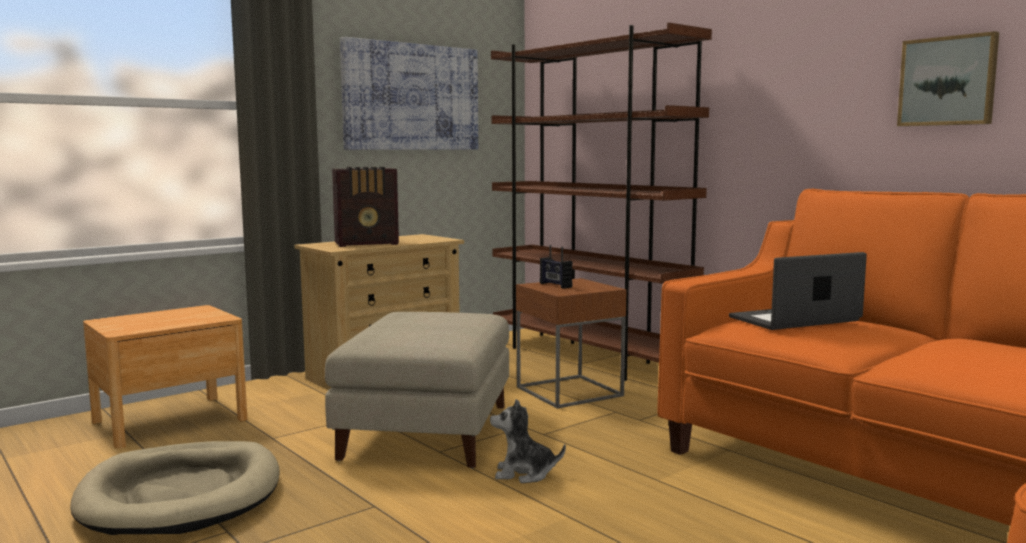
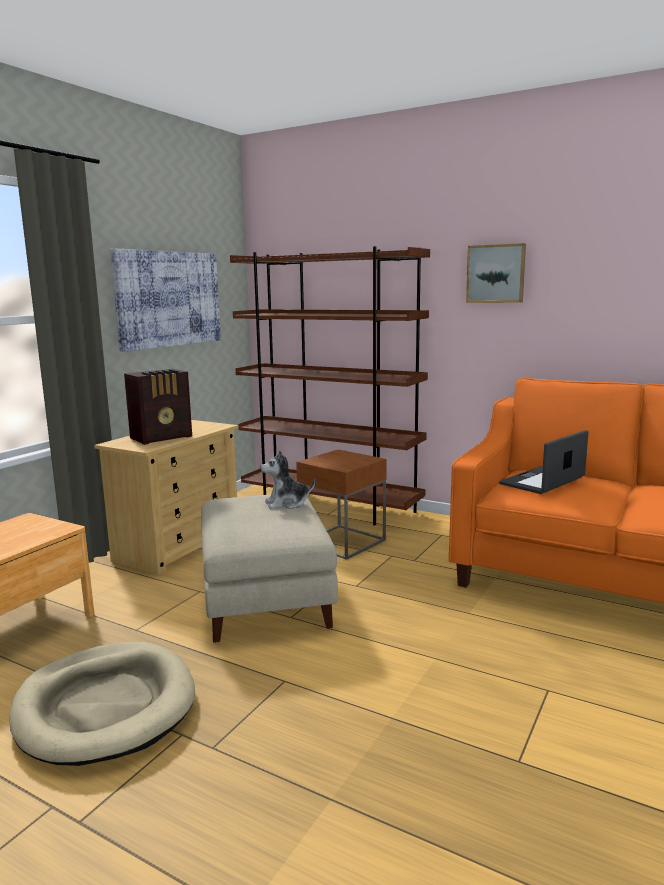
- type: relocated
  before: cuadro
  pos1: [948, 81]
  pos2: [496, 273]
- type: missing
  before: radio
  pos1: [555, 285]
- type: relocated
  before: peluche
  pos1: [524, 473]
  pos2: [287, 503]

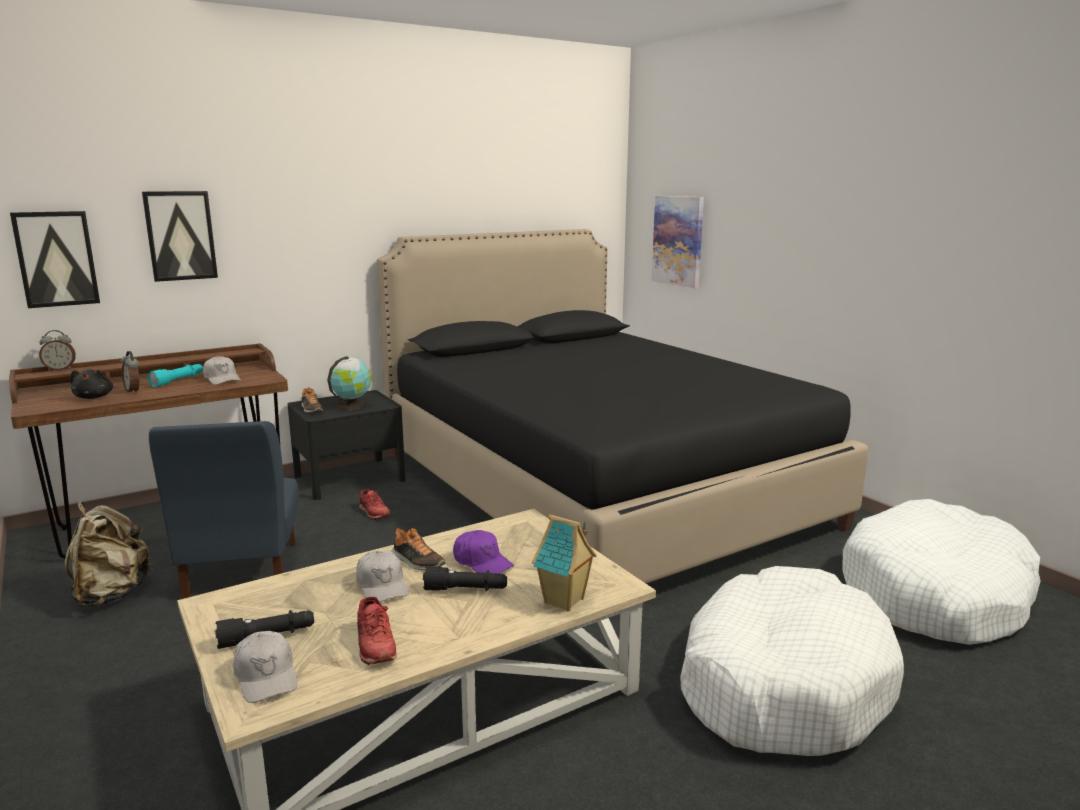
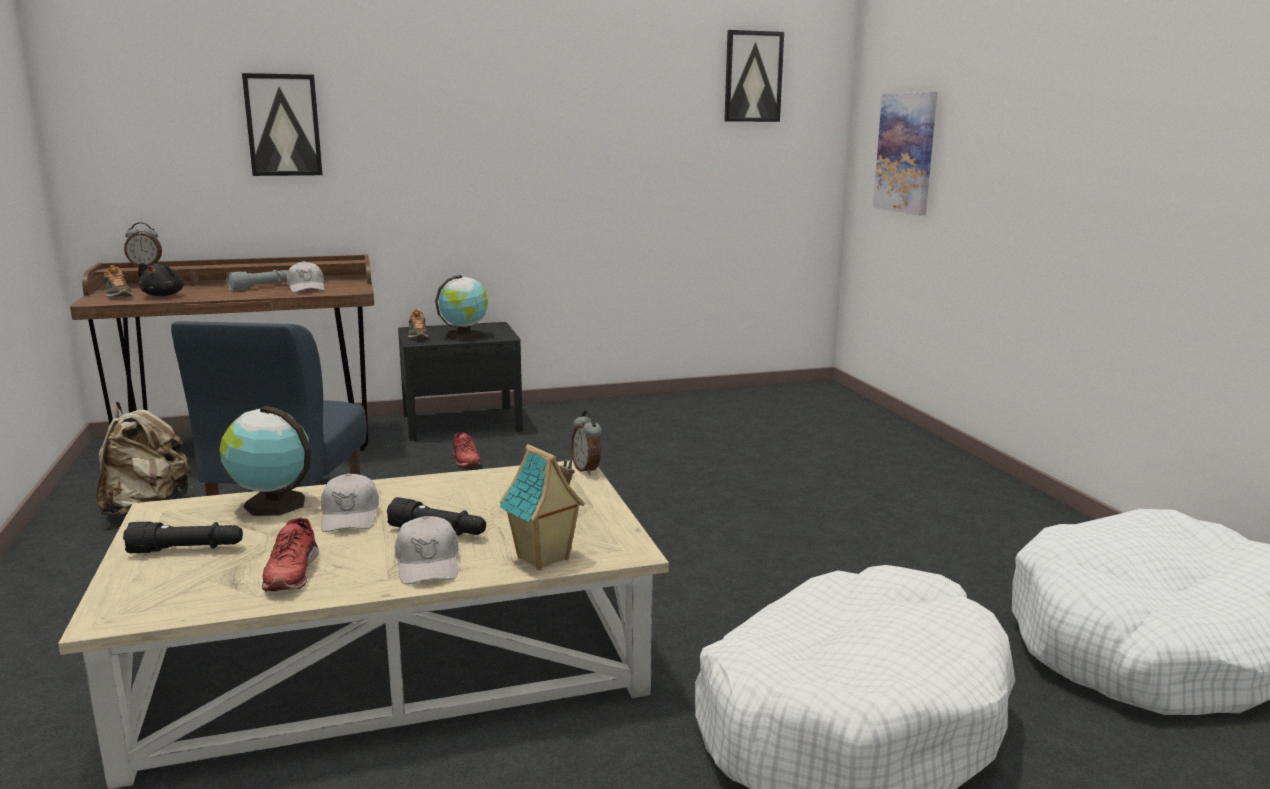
- type: relocated
  before: cuadro
  pos1: [56, 259]
  pos2: [753, 77]
- type: missing
  before: cama [negro]
  pos1: [595, 489]
- type: relocated
  before: despertador
  pos1: [134, 391]
  pos2: [587, 469]
- type: colour
  before: linterna [turquesa]
  after: linterna [gris]
  pos1: [178, 381]
  pos2: [261, 287]
- type: relocated
  before: zapato
  pos1: [417, 562]
  pos2: [117, 295]
- type: missing
  before: gorra [morado]
  pos1: [482, 563]
- type: relocated
  before: gorra [blanco]
  pos1: [266, 676]
  pos2: [428, 564]
- type: appeared
  after: globo terráqueo
  pos2: [271, 504]

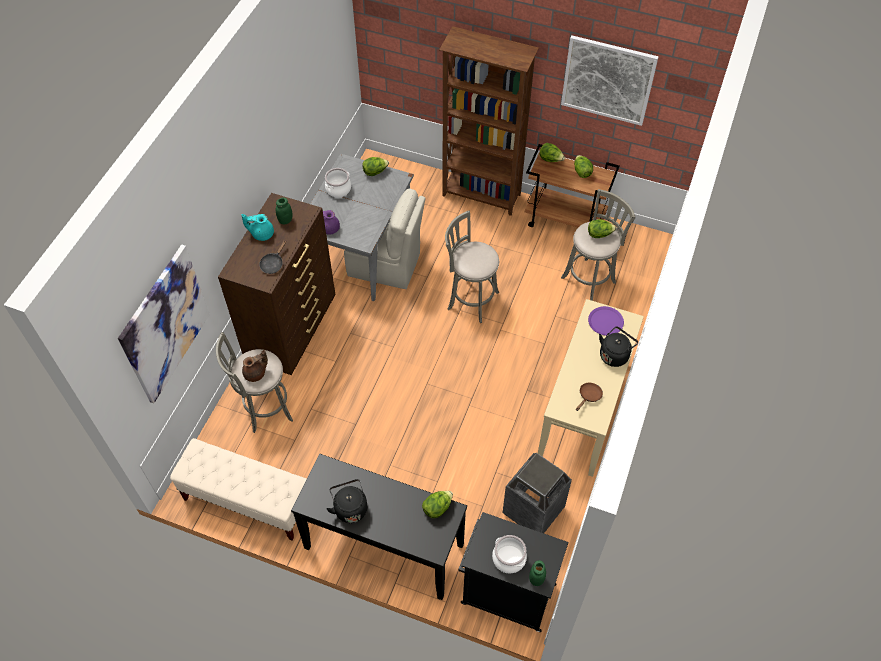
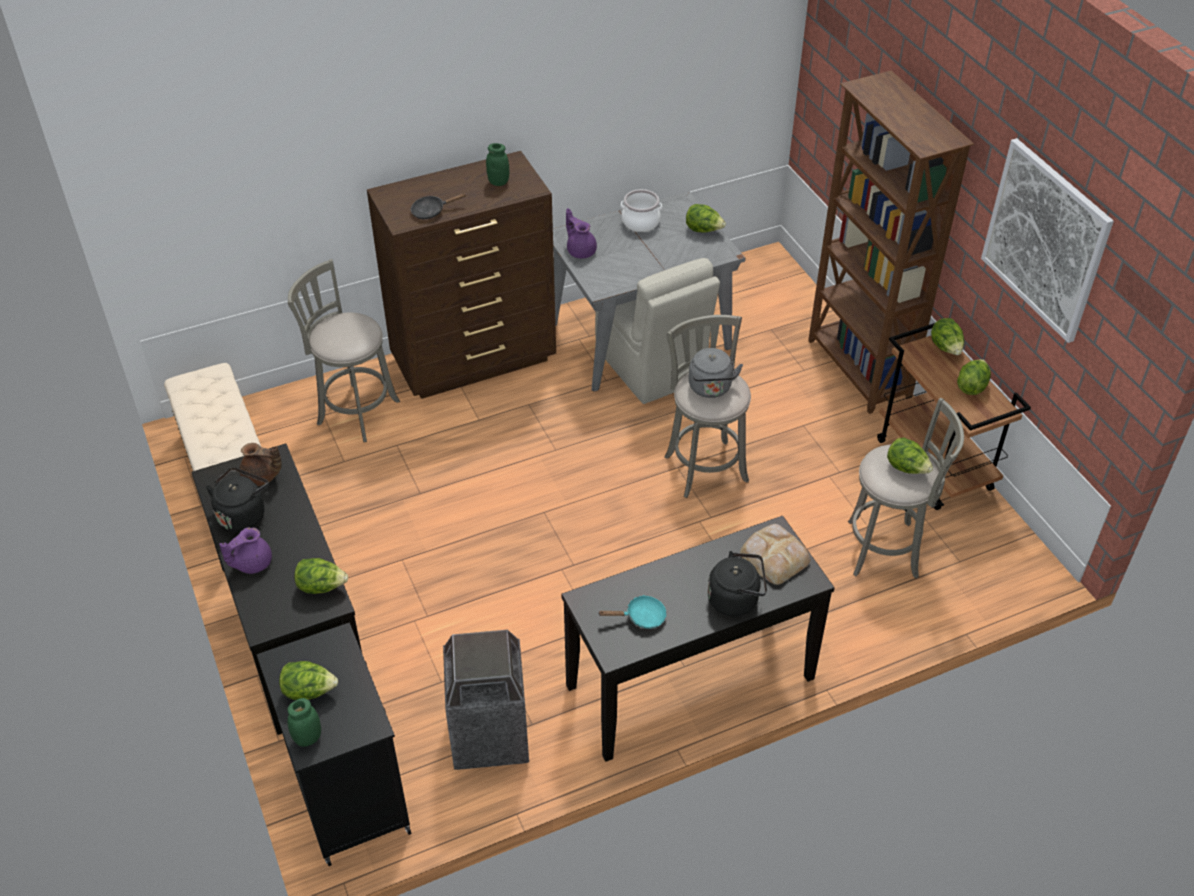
- type: missing
  before: tetera [turquesa]
  pos1: [261, 233]
- type: missing
  before: cuadro
  pos1: [165, 324]
- type: colour
  before: mesa consola [beis]
  after: mesa consola [negro]
  pos1: [584, 410]
  pos2: [690, 683]
- type: exchanged
  before: plato [morado]
  after: pan
  pos1: [605, 321]
  pos2: [774, 556]
- type: relocated
  before: tetera [marrón]
  pos1: [256, 373]
  pos2: [261, 477]
- type: colour
  before: sartén [marrón]
  after: sartén [turquesa]
  pos1: [589, 396]
  pos2: [641, 617]
- type: exchanged
  before: olla
  after: lechuga
  pos1: [508, 559]
  pos2: [309, 691]
- type: appeared
  after: hervidor [gris]
  pos2: [711, 389]
- type: appeared
  after: tetera [morado]
  pos2: [251, 563]

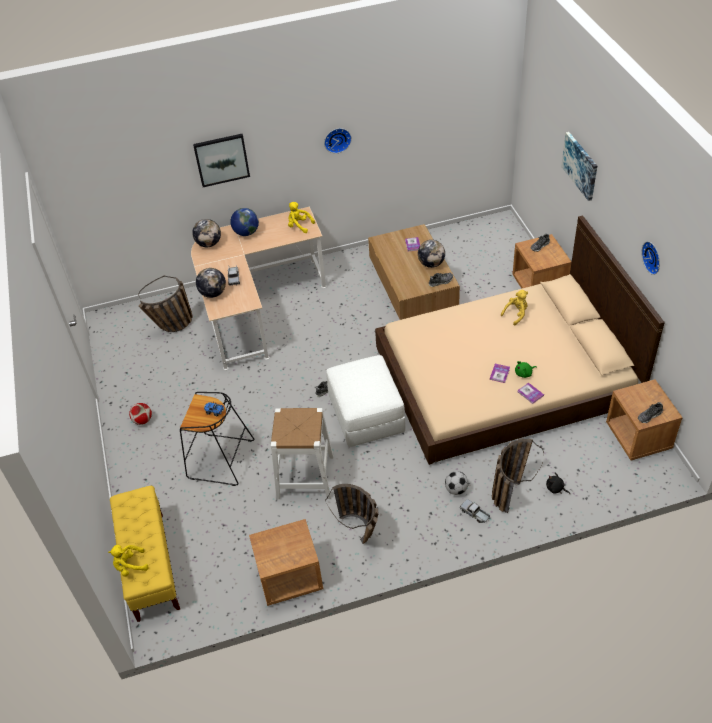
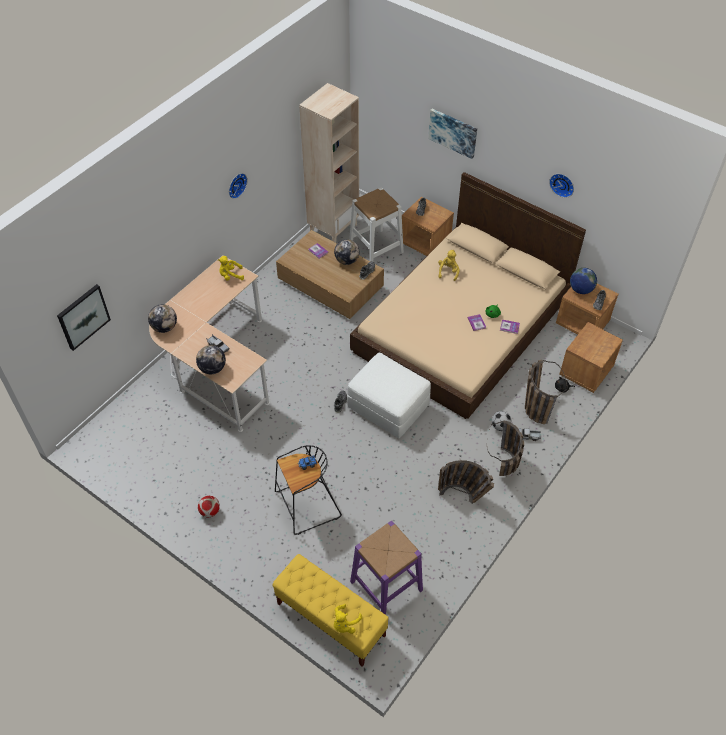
- type: relocated
  before: cuadro
  pos1: [221, 159]
  pos2: [83, 316]
- type: relocated
  before: globo terráqueo
  pos1: [246, 232]
  pos2: [580, 289]
- type: relocated
  before: cesta
  pos1: [172, 327]
  pos2: [505, 468]
- type: relocated
  before: taburete [blanco]
  pos1: [305, 477]
  pos2: [376, 248]
- type: relocated
  before: mesita de noche [marrón]
  pos1: [289, 578]
  pos2: [586, 372]
- type: appeared
  after: estantería [beis]
  pos2: [333, 228]
- type: appeared
  after: taburete [morado]
  pos2: [386, 585]

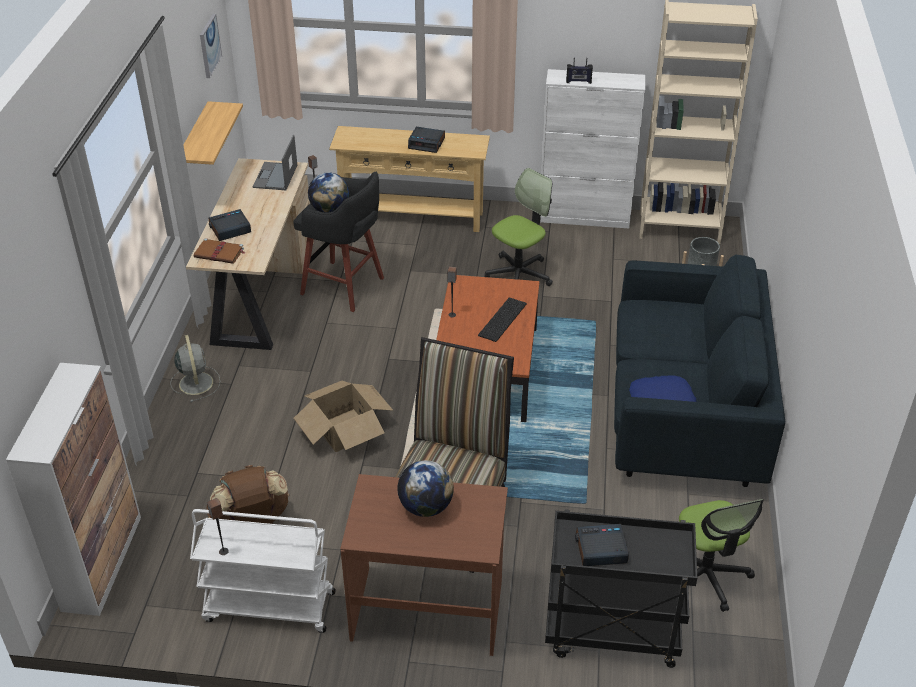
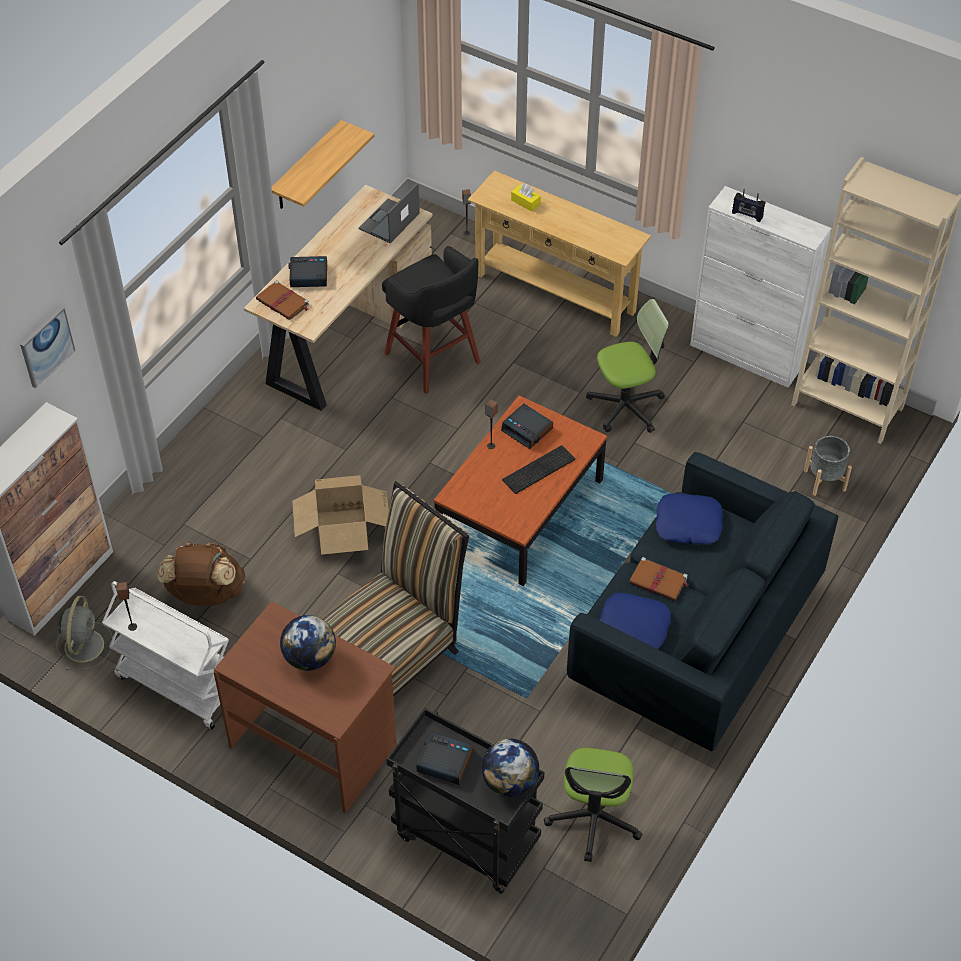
- type: relocated
  before: cuadro
  pos1: [209, 45]
  pos2: [46, 346]
- type: relocated
  before: despertador
  pos1: [427, 143]
  pos2: [527, 430]
- type: relocated
  before: globo terráqueo
  pos1: [330, 210]
  pos2: [510, 782]
- type: relocated
  before: ventilador [gris]
  pos1: [196, 382]
  pos2: [84, 644]
- type: appeared
  after: caja de pañuelos [amarillo]
  pos2: [525, 202]
- type: appeared
  after: cojín [azul]
  pos2: [688, 524]
- type: appeared
  after: libro [marrón]
  pos2: [659, 581]

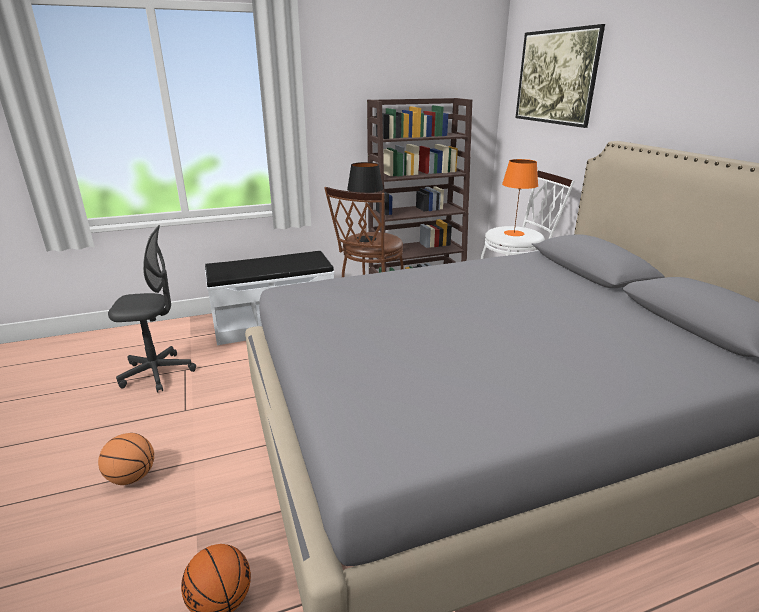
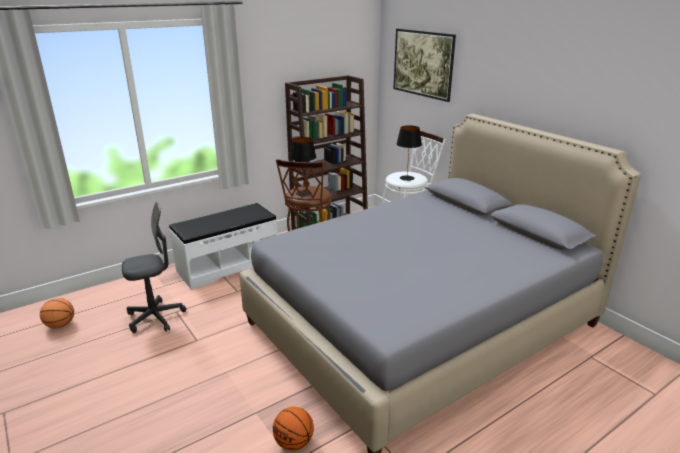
- type: colour
  before: lámpara de mesa [naranja]
  after: lámpara de mesa [negro]
  pos1: [514, 233]
  pos2: [407, 178]
- type: relocated
  before: balón de baloncesto
  pos1: [132, 477]
  pos2: [60, 325]

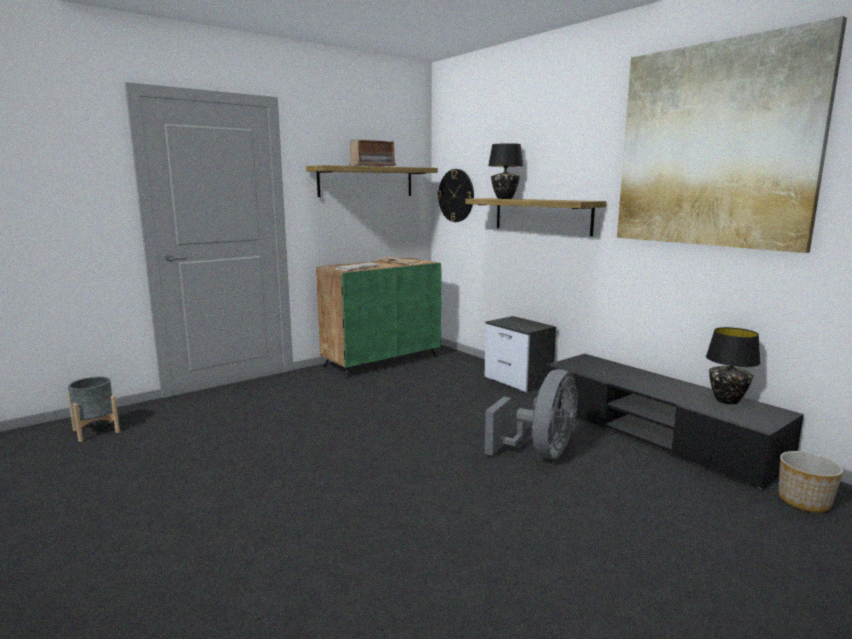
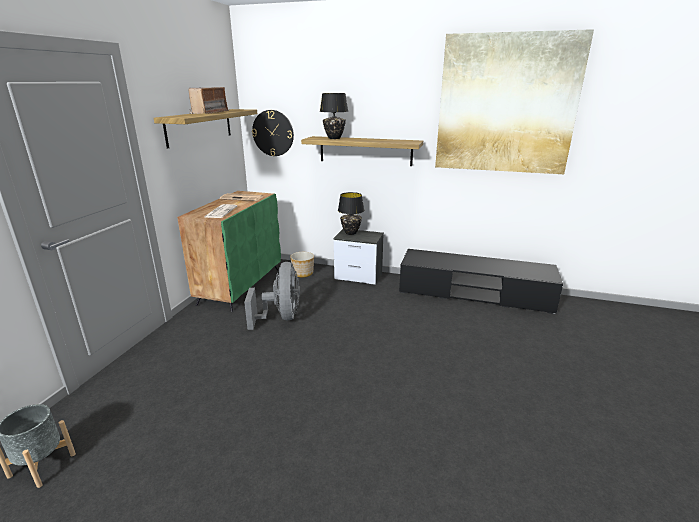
- type: relocated
  before: lámpara de mesa [negro]
  pos1: [726, 400]
  pos2: [350, 233]
- type: relocated
  before: ventilador [gris]
  pos1: [540, 453]
  pos2: [281, 317]
- type: relocated
  before: maceta
  pos1: [804, 501]
  pos2: [303, 273]

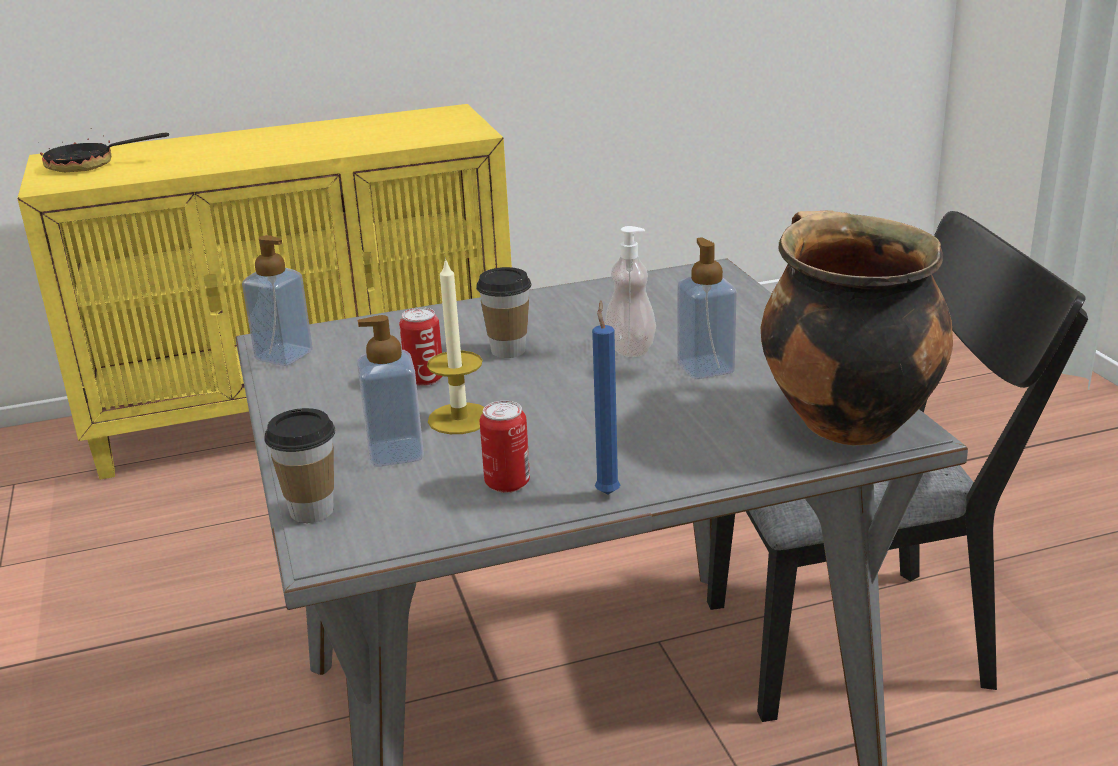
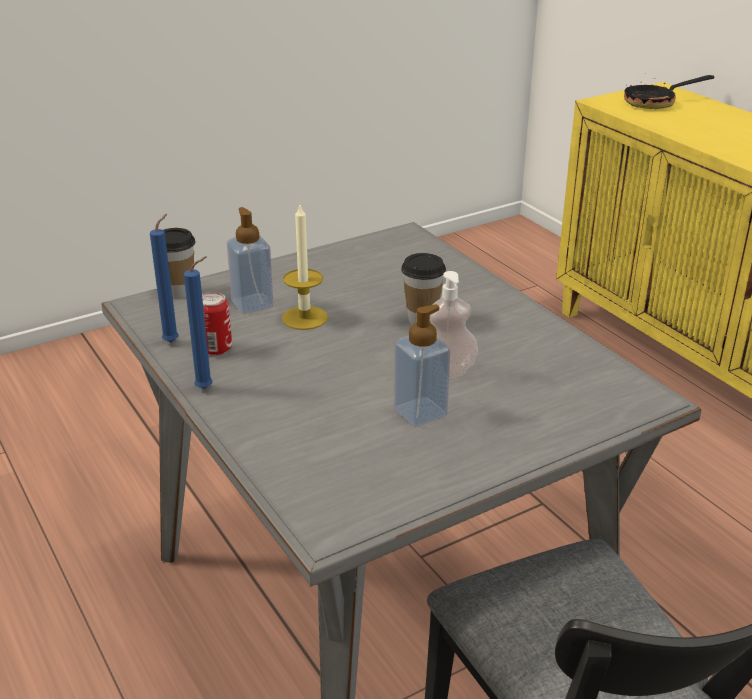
- type: spun
  before: sartén
  pos1: [91, 165]
  pos2: [656, 102]
  turn: -90
- type: missing
  before: olla
  pos1: [844, 421]
- type: missing
  before: dispensador de jabón
  pos1: [284, 356]
- type: missing
  before: lata
  pos1: [424, 379]
- type: appeared
  after: vela [azul]
  pos2: [173, 341]

